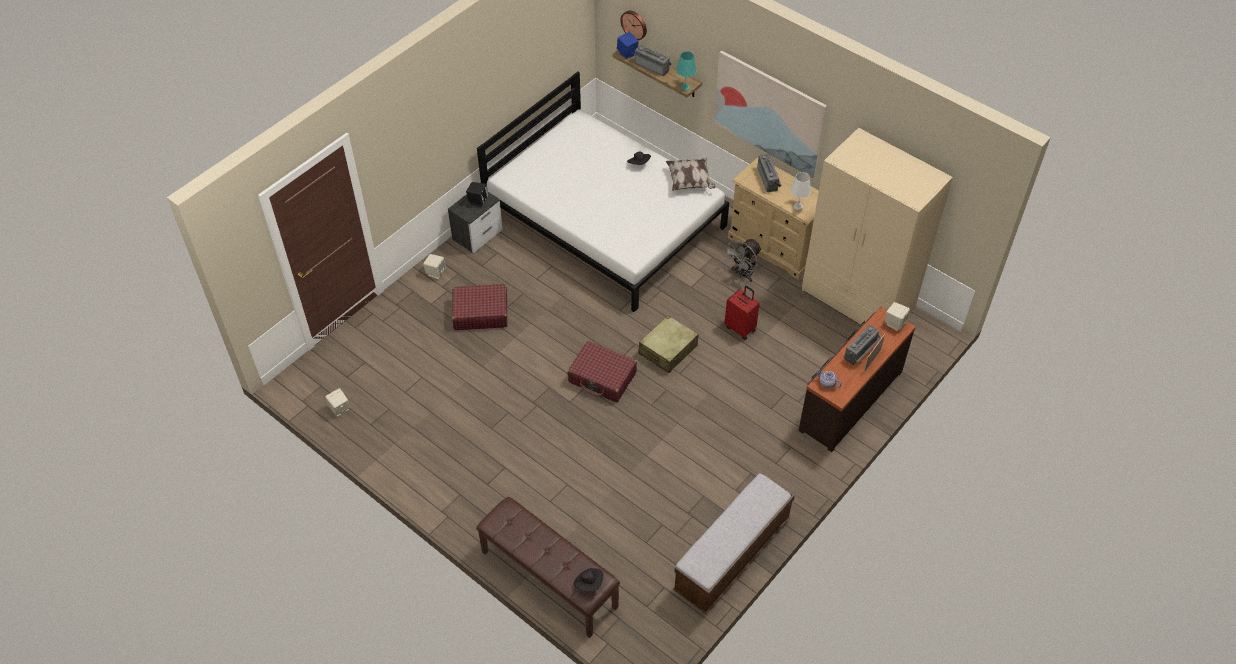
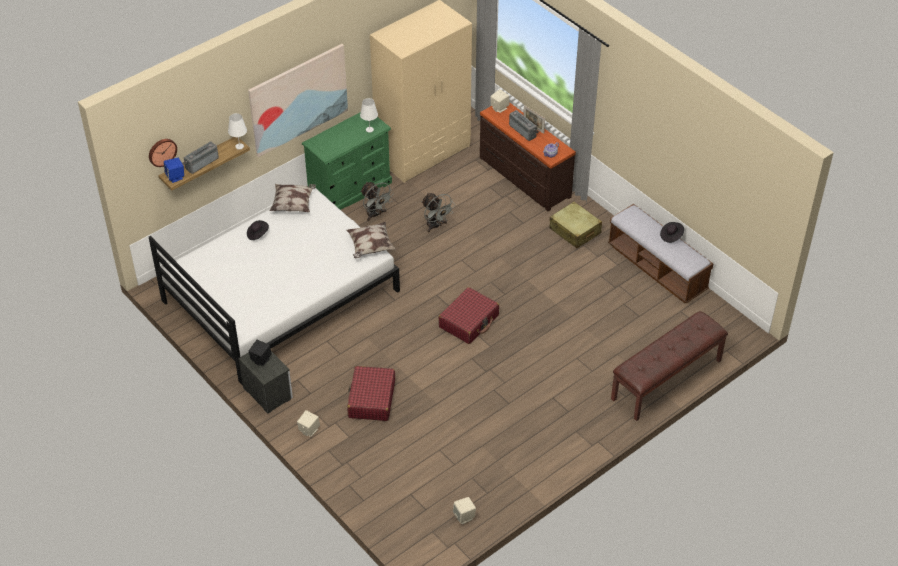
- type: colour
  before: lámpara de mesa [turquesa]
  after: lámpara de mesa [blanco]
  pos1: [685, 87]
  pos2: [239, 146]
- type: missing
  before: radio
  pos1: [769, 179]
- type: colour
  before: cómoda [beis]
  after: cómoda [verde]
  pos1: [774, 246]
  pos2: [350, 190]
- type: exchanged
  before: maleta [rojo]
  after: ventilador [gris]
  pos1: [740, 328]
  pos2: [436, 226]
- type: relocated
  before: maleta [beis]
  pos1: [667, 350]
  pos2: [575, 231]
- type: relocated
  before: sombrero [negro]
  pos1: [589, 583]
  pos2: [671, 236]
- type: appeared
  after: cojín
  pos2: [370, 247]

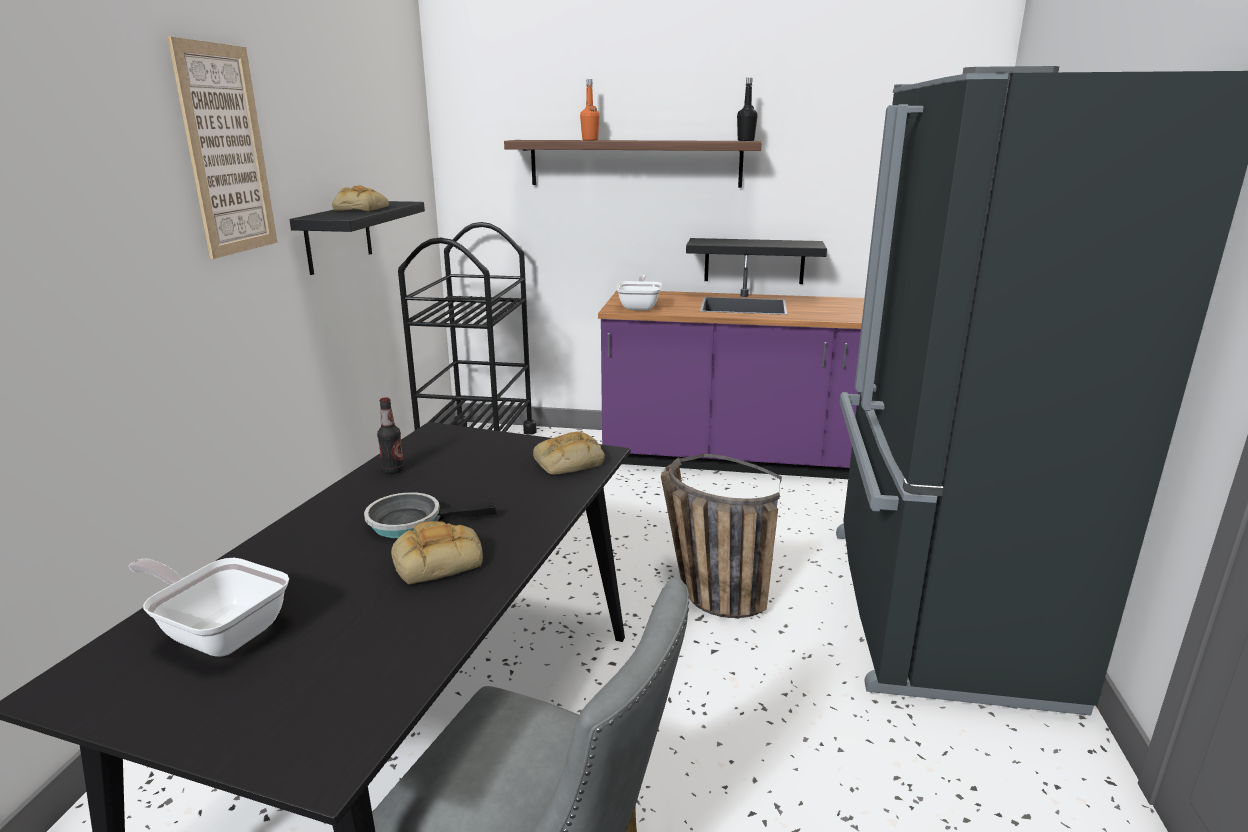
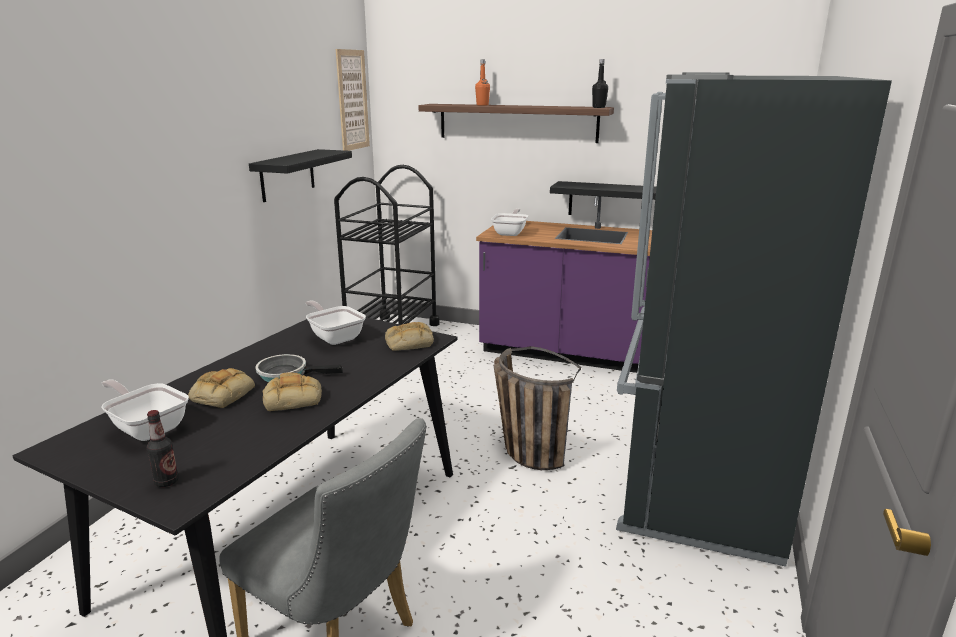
- type: relocated
  before: cuadro
  pos1: [226, 151]
  pos2: [352, 100]
- type: relocated
  before: pan
  pos1: [360, 209]
  pos2: [222, 394]
- type: relocated
  before: botella
  pos1: [393, 470]
  pos2: [167, 482]
- type: appeared
  after: sartén
  pos2: [335, 337]

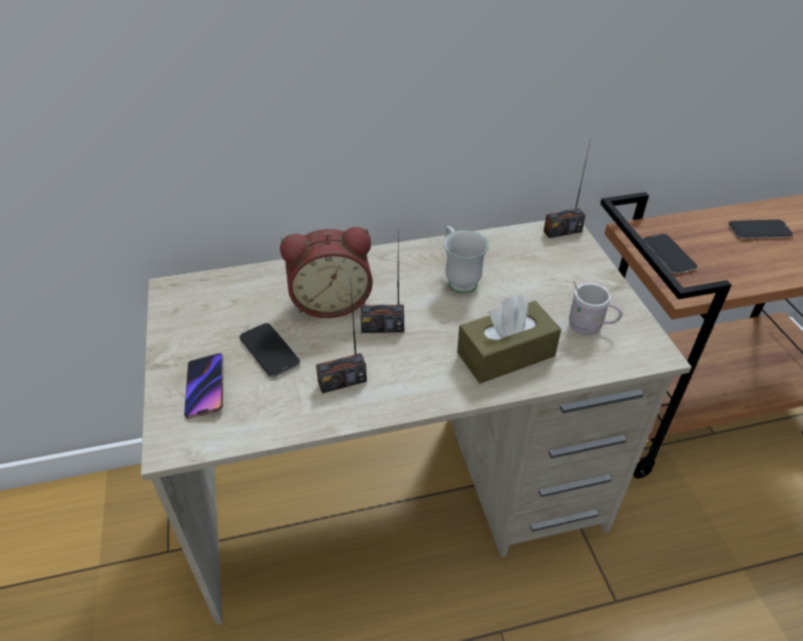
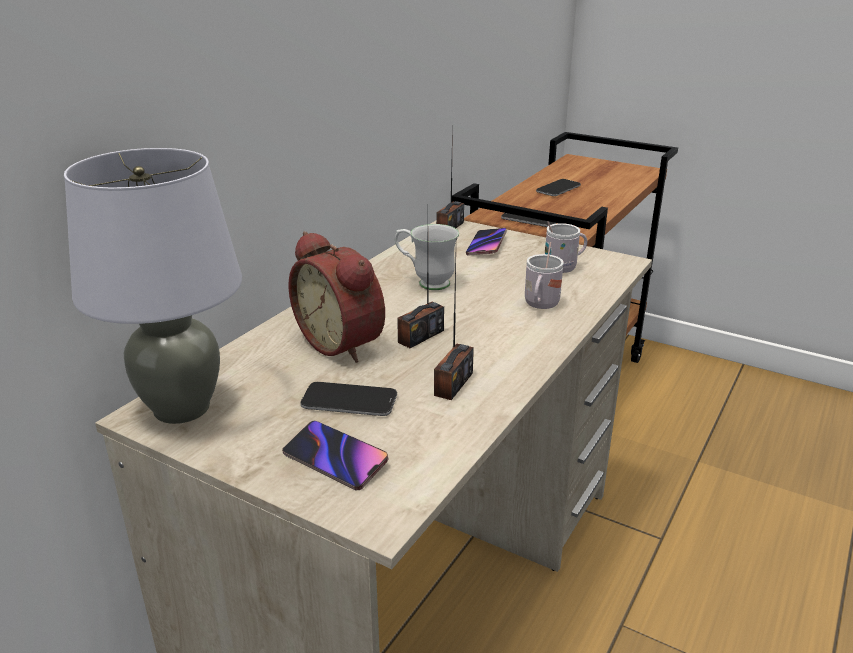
- type: spun
  before: despertador
  pos1: [331, 301]
  pos2: [344, 343]
  turn: 105
- type: exchanged
  before: caja de pañuelos [marrón]
  after: taza grande [blanco]
  pos1: [506, 354]
  pos2: [540, 306]
- type: appeared
  after: lámpara de mesa [gris]
  pos2: [181, 408]
- type: appeared
  after: móvil
  pos2: [486, 245]

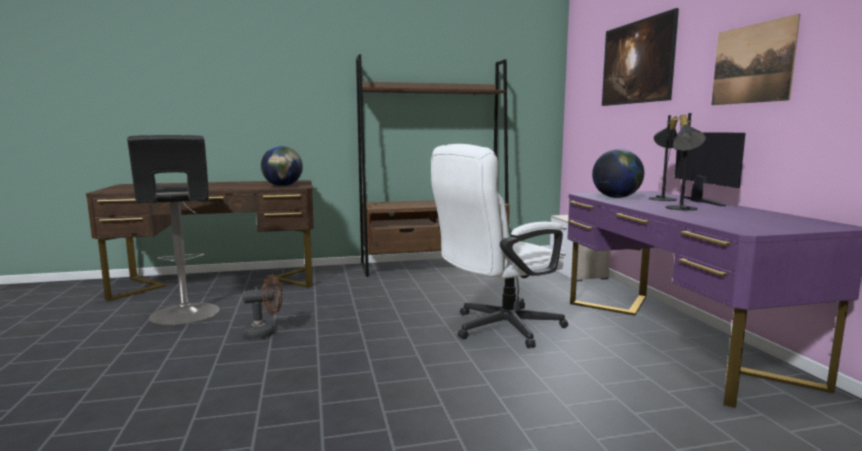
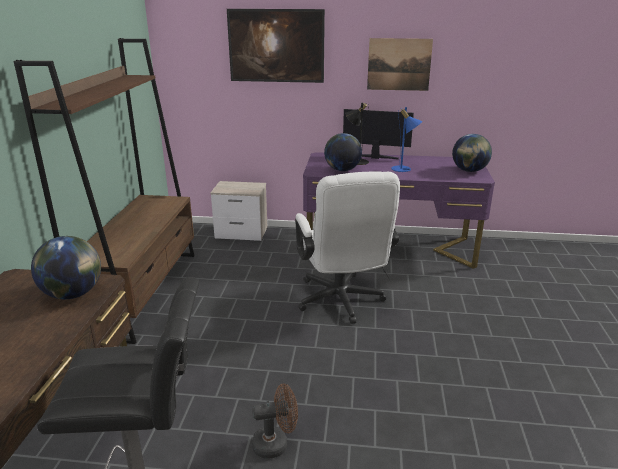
- type: colour
  before: lámpara de mesa [negro]
  after: lámpara de mesa [azul]
  pos1: [681, 209]
  pos2: [404, 169]
- type: spun
  before: ventilador [marrón]
  pos1: [265, 333]
  pos2: [276, 443]
  turn: 75
- type: appeared
  after: globo terráqueo
  pos2: [469, 171]

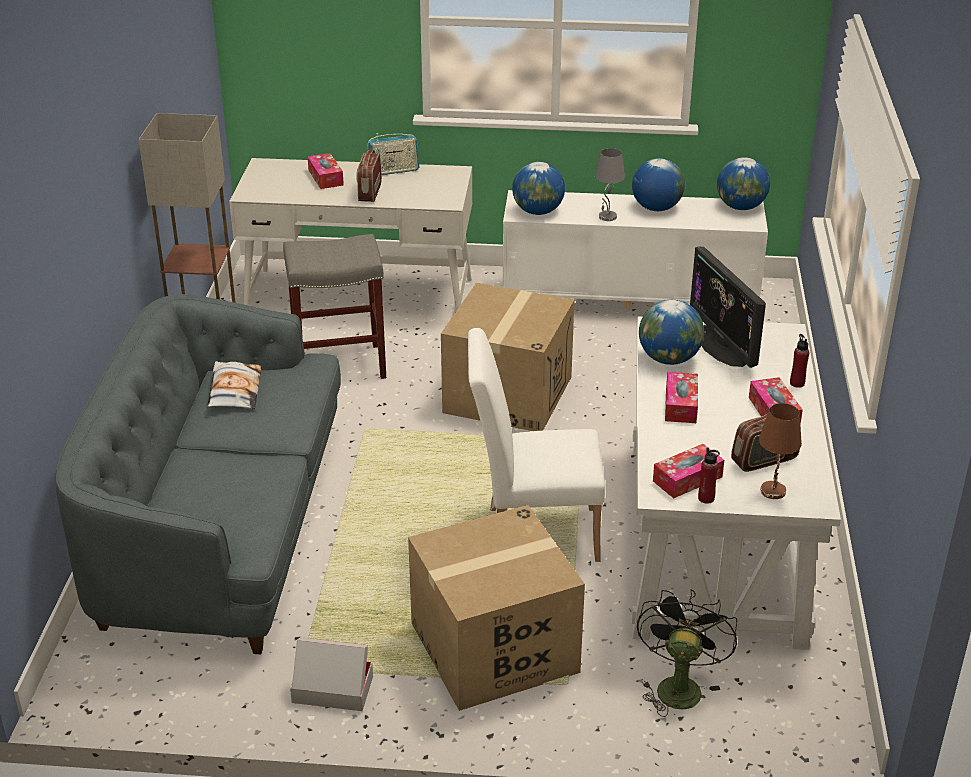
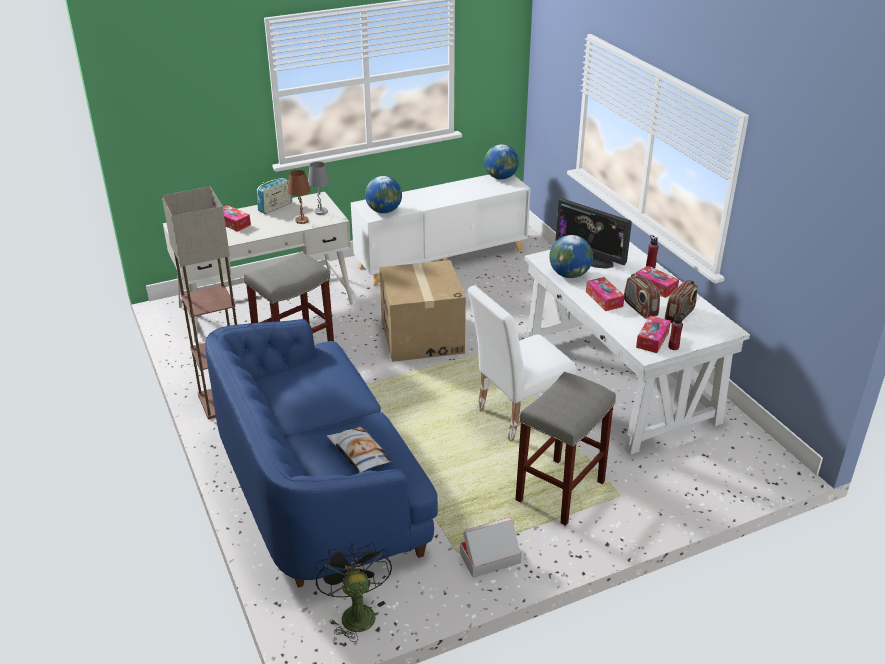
- type: relocated
  before: lámpara de mesa [gris]
  pos1: [607, 217]
  pos2: [321, 212]
- type: relocated
  before: radio
  pos1: [369, 192]
  pos2: [640, 308]
- type: missing
  before: globo terráqueo
  pos1: [656, 208]
- type: colour
  before: sofá [gris]
  after: sofá [azul]
  pos1: [221, 529]
  pos2: [318, 487]
- type: relocated
  before: cojín
  pos1: [234, 391]
  pos2: [359, 453]
- type: relocated
  before: lámpara de mesa [marrón]
  pos1: [773, 492]
  pos2: [302, 220]
- type: exchanged
  before: caja de cartón
  after: taburete [gris]
  pos1: [494, 648]
  pos2: [560, 492]
- type: relocated
  before: ventilador [negro]
  pos1: [678, 685]
  pos2: [355, 612]

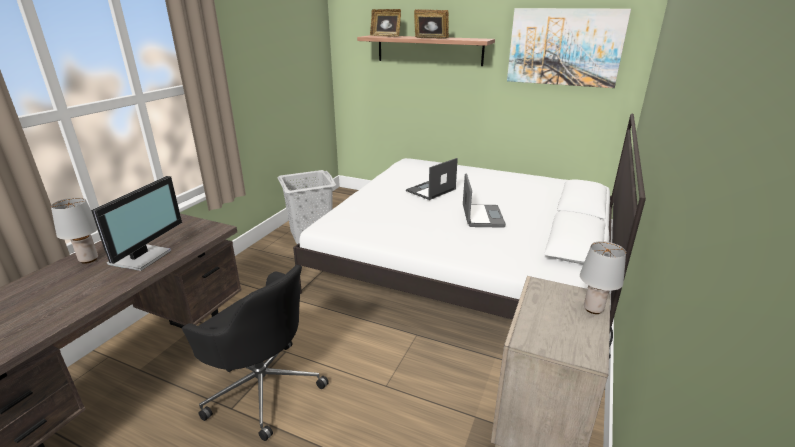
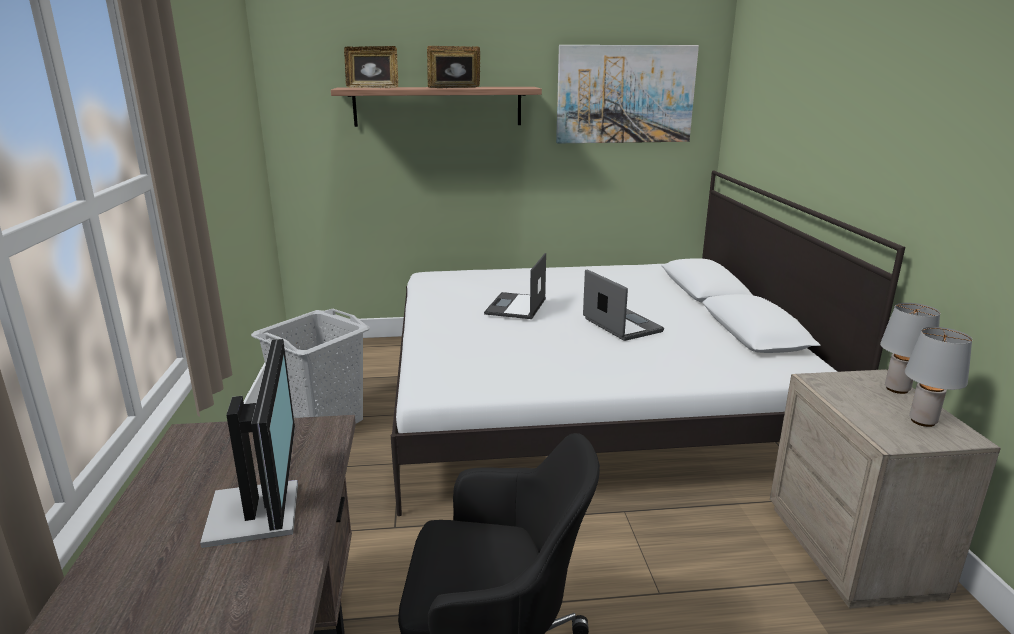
- type: relocated
  before: lámpara de mesa [gris]
  pos1: [89, 259]
  pos2: [922, 421]

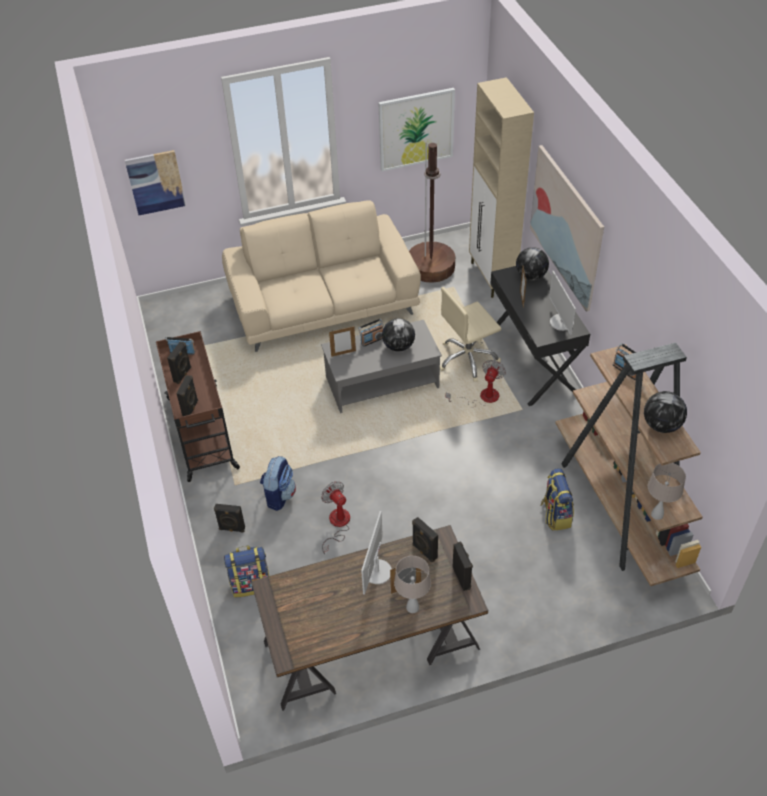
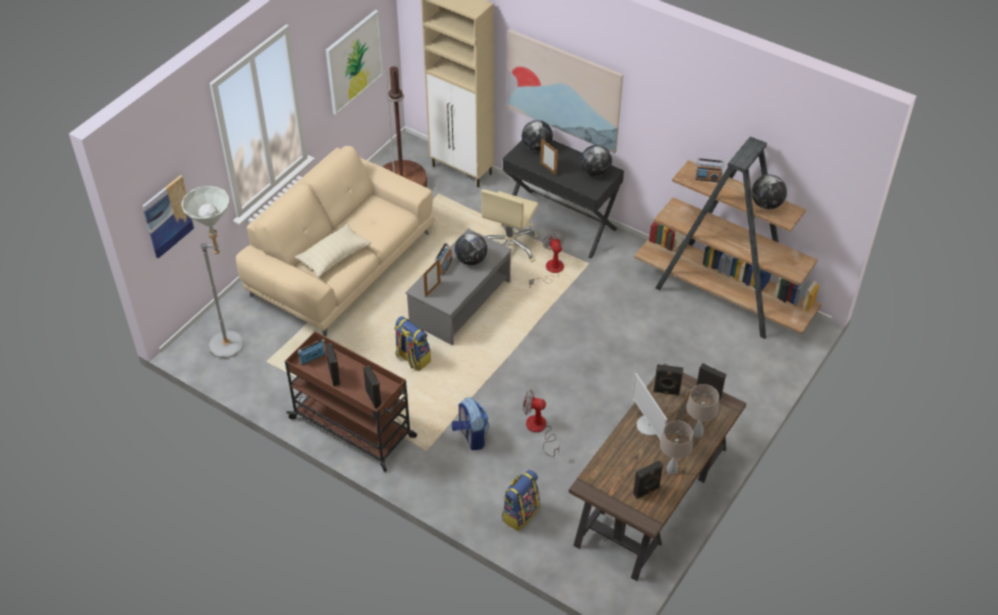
- type: exchanged
  before: monitor
  after: globo terráqueo
  pos1: [561, 322]
  pos2: [595, 172]
- type: relocated
  before: lámpara de mesa [beis]
  pos1: [657, 515]
  pos2: [672, 470]
- type: relocated
  before: mochila
  pos1: [555, 515]
  pos2: [412, 358]
- type: relocated
  before: altavoz [negro]
  pos1: [232, 529]
  pos2: [647, 491]
- type: appeared
  after: lámpara de pie [gris]
  pos2: [234, 345]
- type: appeared
  after: cojín [beis]
  pos2: [334, 257]

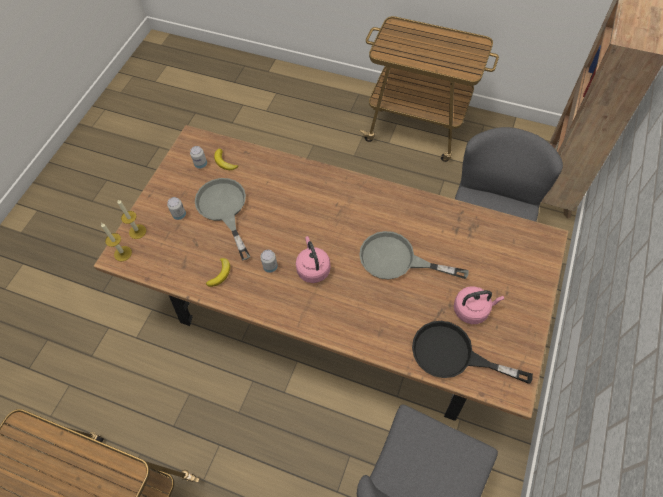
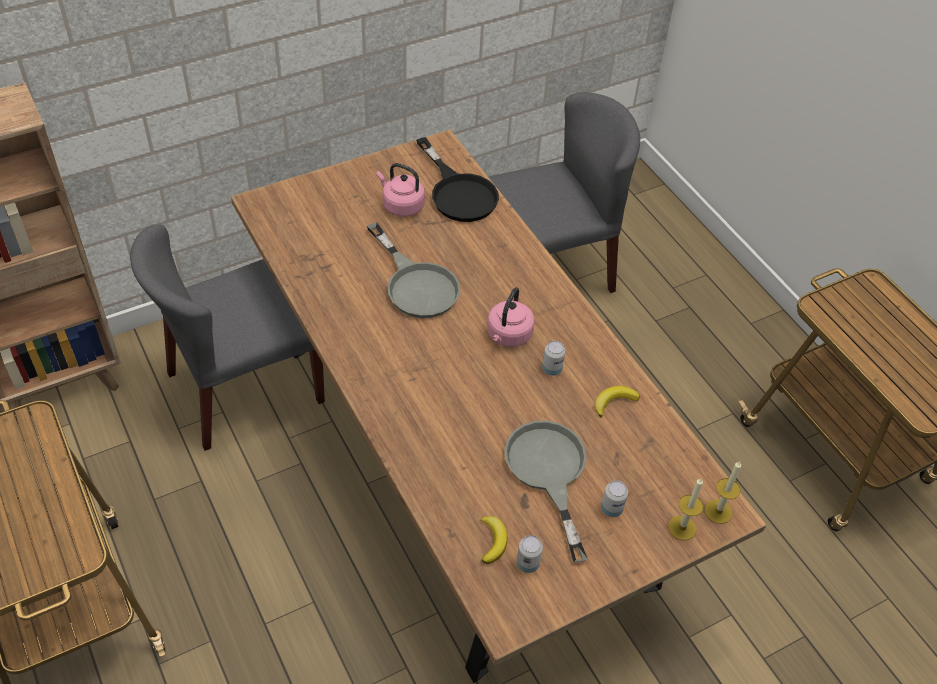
- type: spun
  before: sartén [gris]
  pos1: [224, 209]
  pos2: [548, 473]
  turn: 150

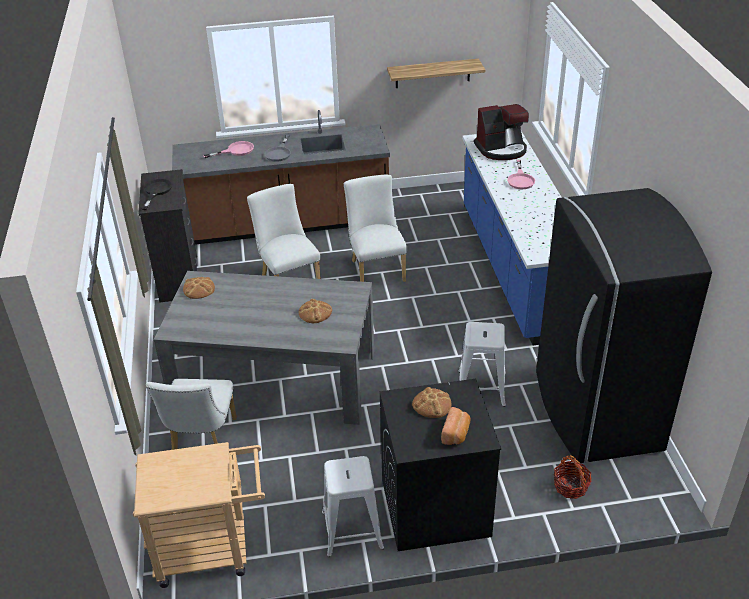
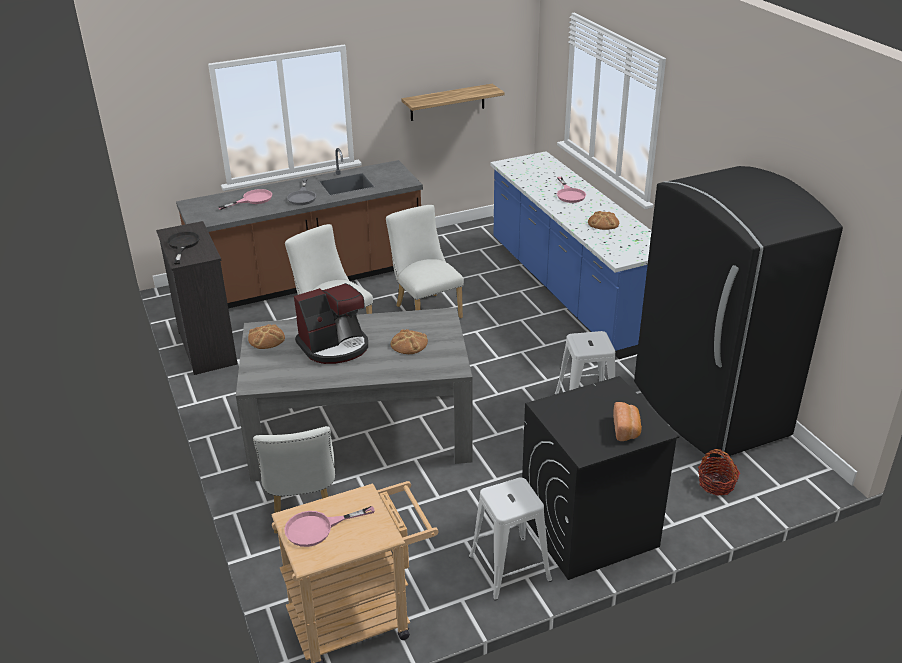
- type: relocated
  before: cafetera
  pos1: [501, 149]
  pos2: [335, 346]
- type: relocated
  before: pan
  pos1: [432, 404]
  pos2: [603, 223]
- type: appeared
  after: sartén [rosa]
  pos2: [317, 528]

